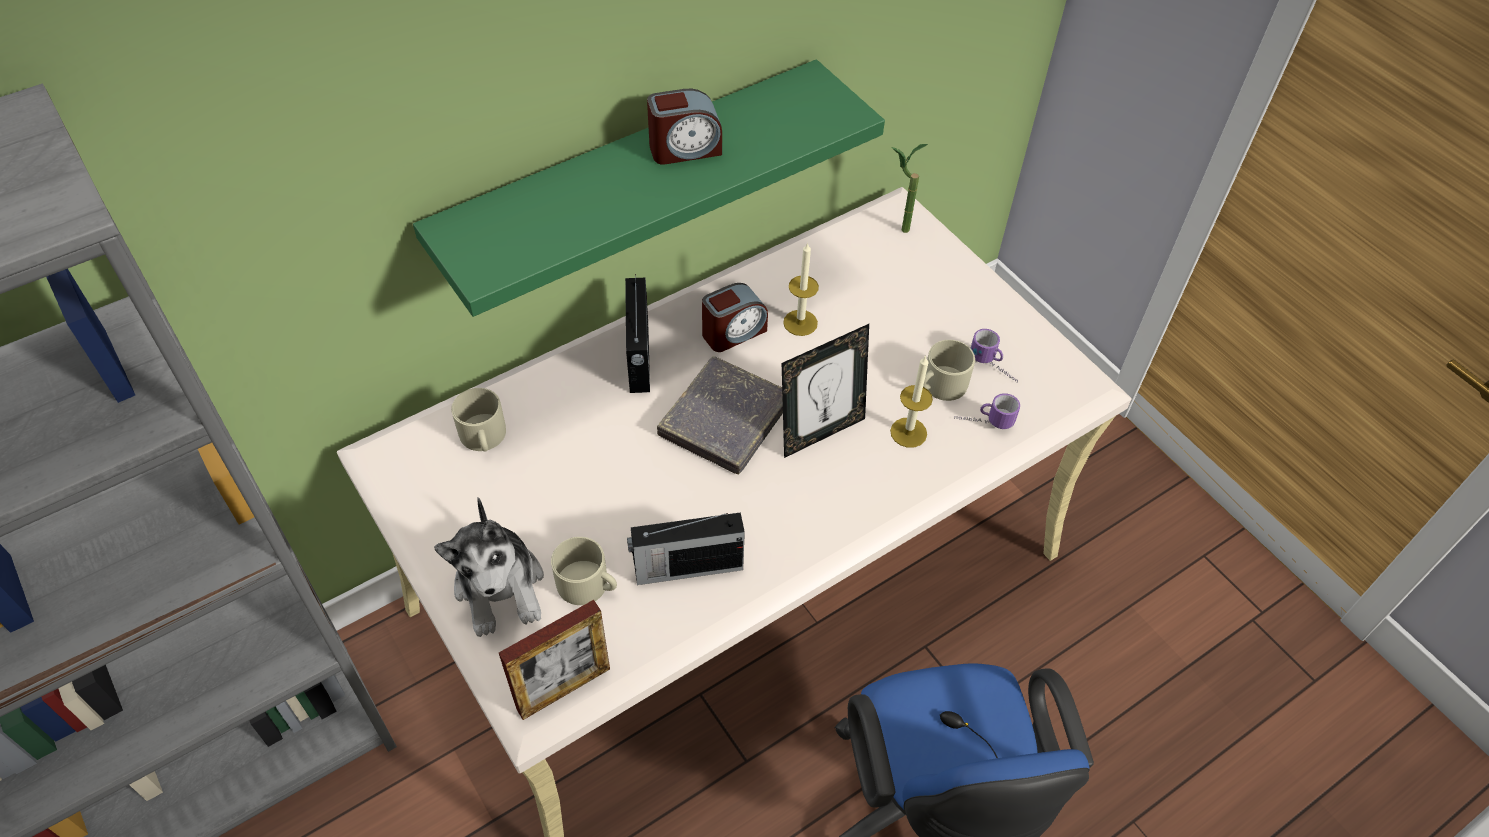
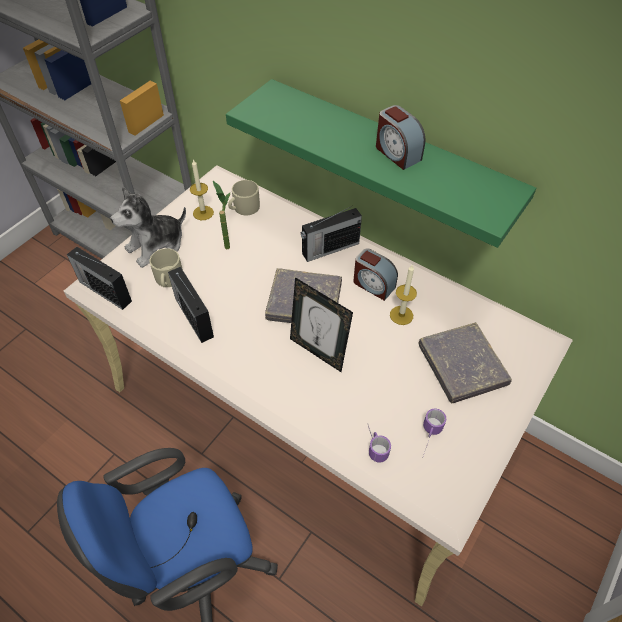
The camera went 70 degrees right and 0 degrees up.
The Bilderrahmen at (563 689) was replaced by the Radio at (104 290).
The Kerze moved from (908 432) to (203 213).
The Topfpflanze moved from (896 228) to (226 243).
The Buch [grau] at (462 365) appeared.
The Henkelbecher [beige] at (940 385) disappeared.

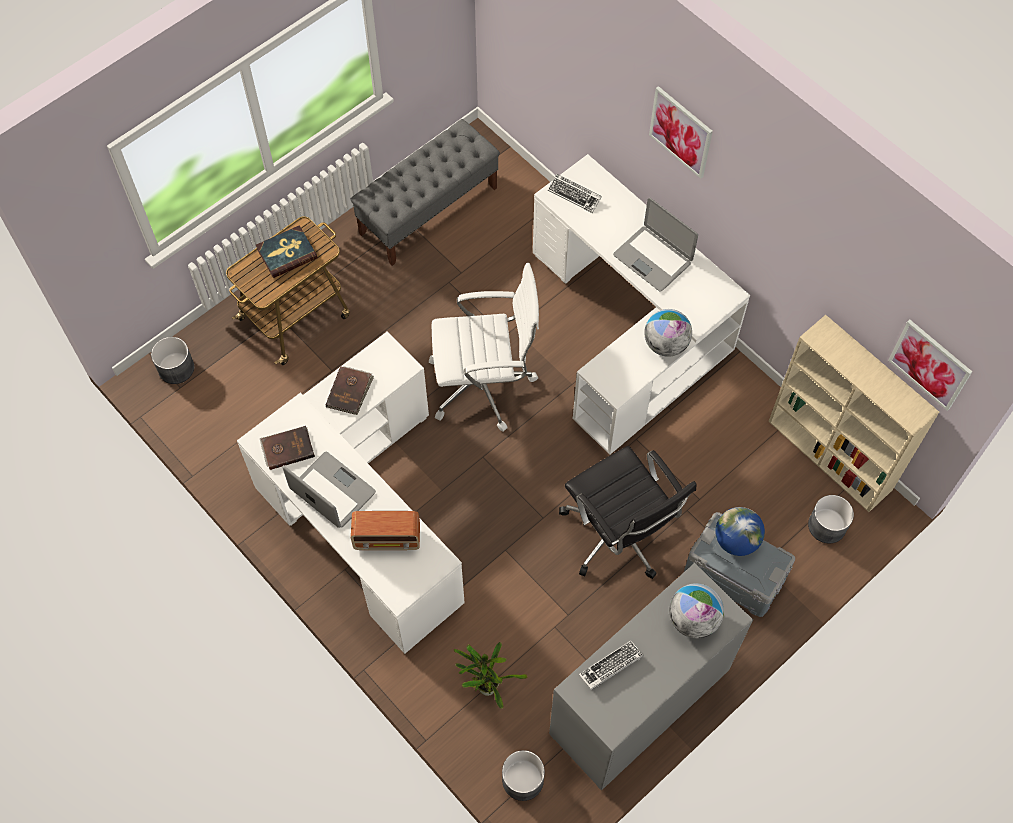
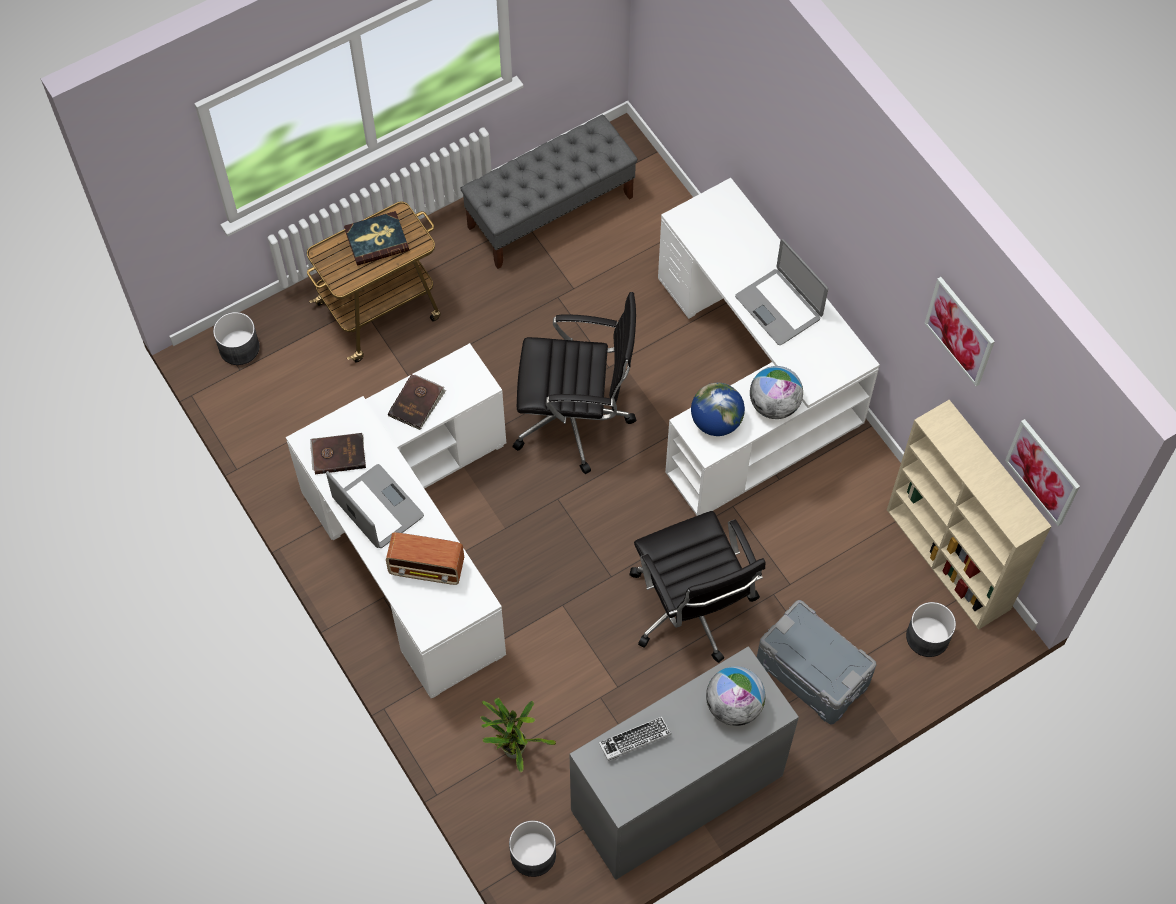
The camera went 10 degrees right and 0 degrees up.
The Bürostuhl [weiß] at (484 384) became the Bürostuhl [schwarz] at (575 418).
The Globus moved from (736 540) to (716 421).
The Bild moved from (681 132) to (960 331).
The Tastatur at (574 195) disappeared.

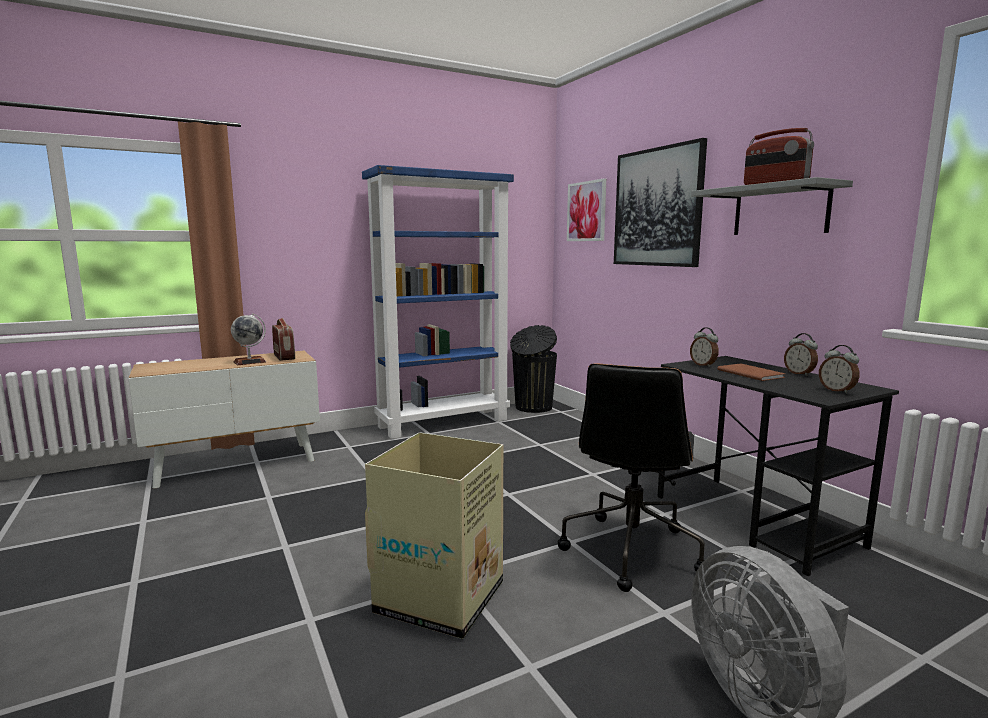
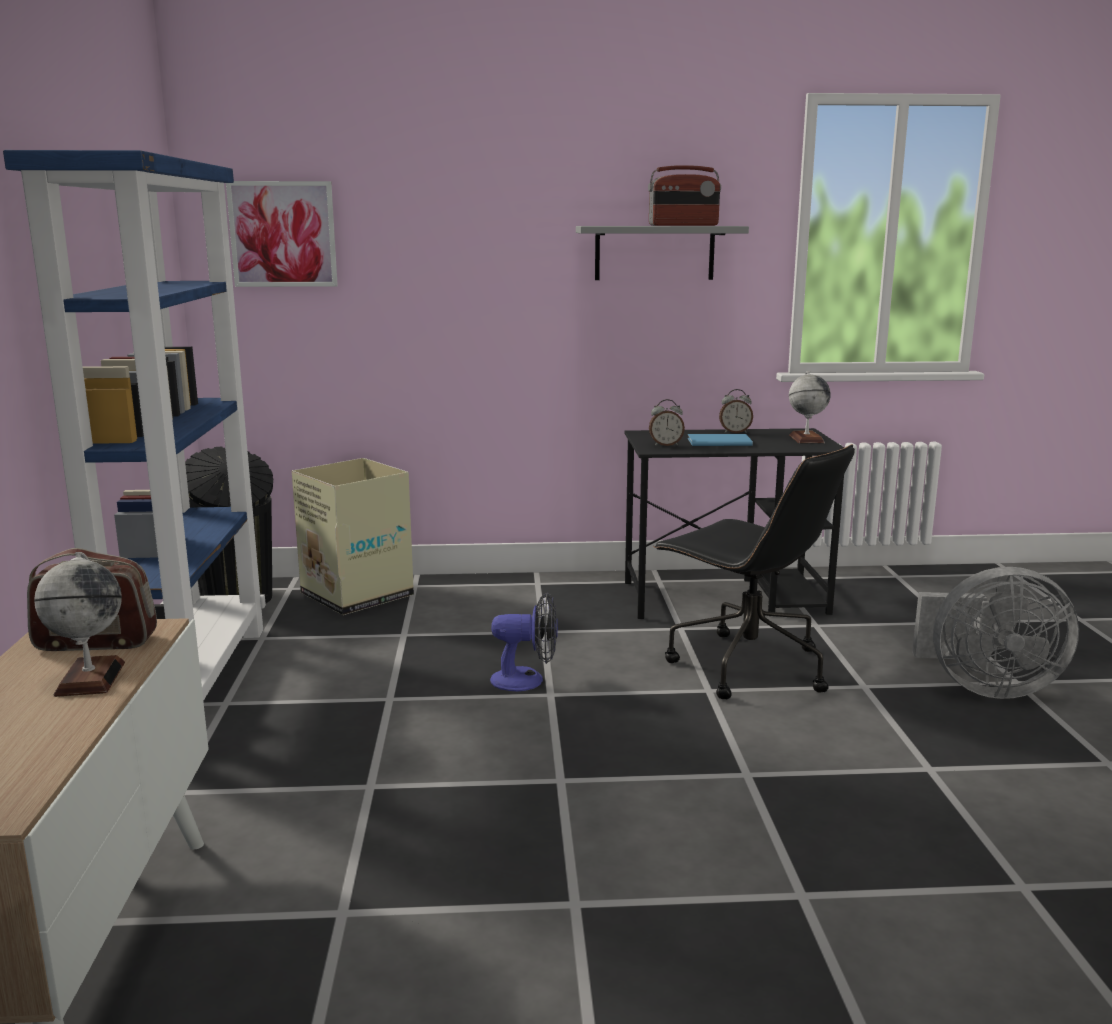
The camera went 65 degrees left and 5 degrees up.
The Karton moved from (441 597) to (356 594).
The Ventilator at (527 680) appeared.
The Buch [braun] at (750 373) became the Buch [blau] at (717 441).
The Wecker at (837 391) was replaced by the Globus at (806 439).
The Bild at (657 207) disappeared.

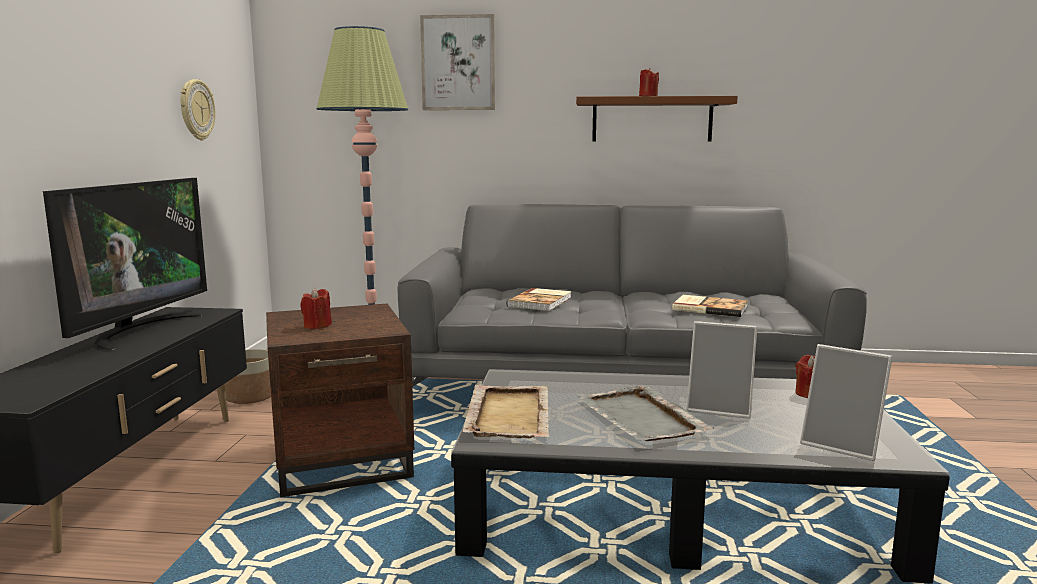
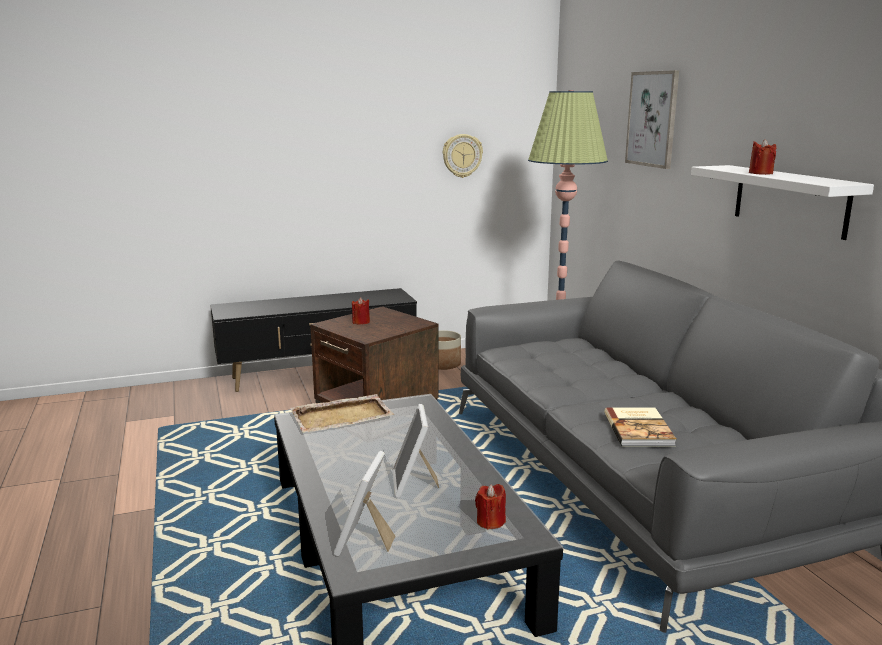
The camera went 65 degrees right and 5 degrees up.
The Wandregal [braun] at (652 119) became the Wandregal [weiß] at (790 200).
The Fernseher at (138 330) disappeared.
The Buch at (541 302) disappeared.
The Tablett [grau] at (642 418) disappeared.

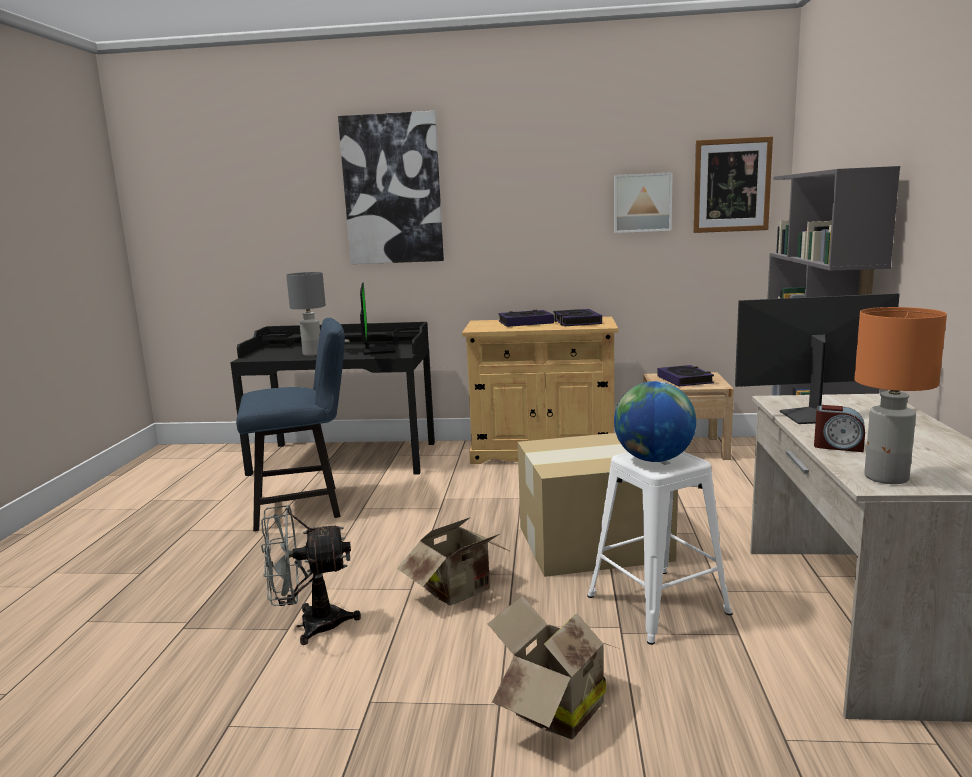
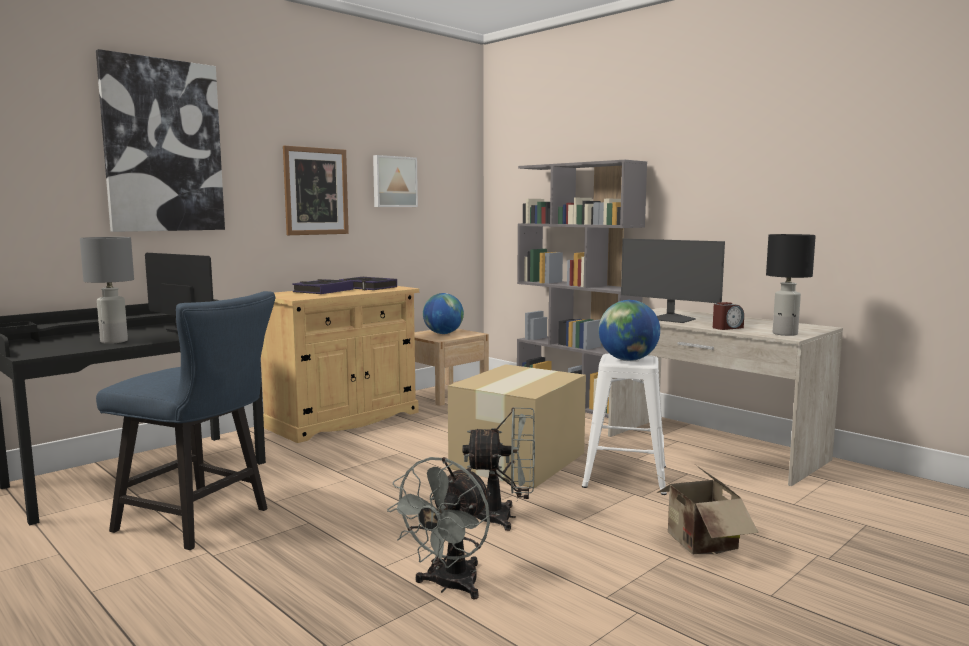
The camera went 50 degrees left and 5 degrees down.
The Stuhl [blau] at (305 506) turned 90 degrees clockwise.
The Bild moved from (732 185) to (316 191).
The Buch at (685 380) was replaced by the Globus at (443 333).
The Karton at (461 591) was replaced by the Ventilator [grau] at (504 517).
The Monitor at (815 416) turned 90 degrees counterclockwise.
The Tischlampe [orange] at (887 478) became the Tischlampe [schwarz] at (785 334).

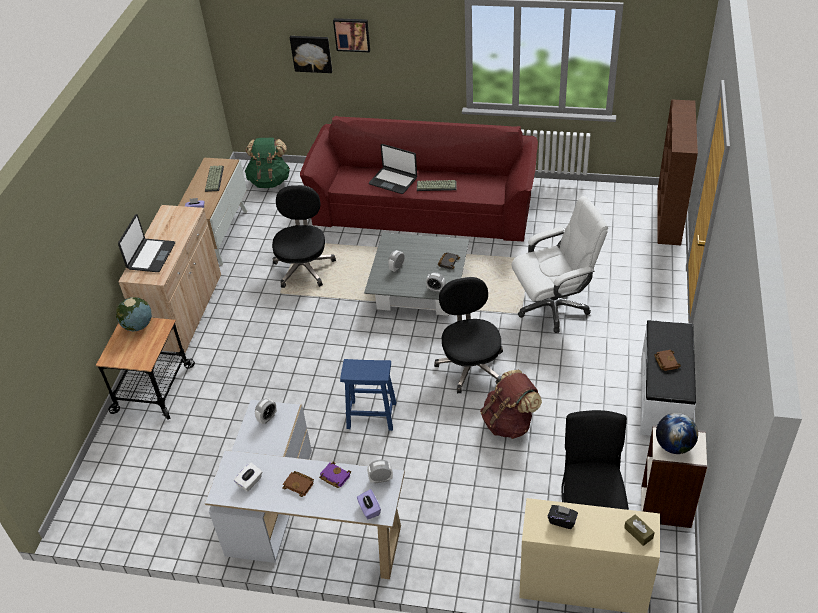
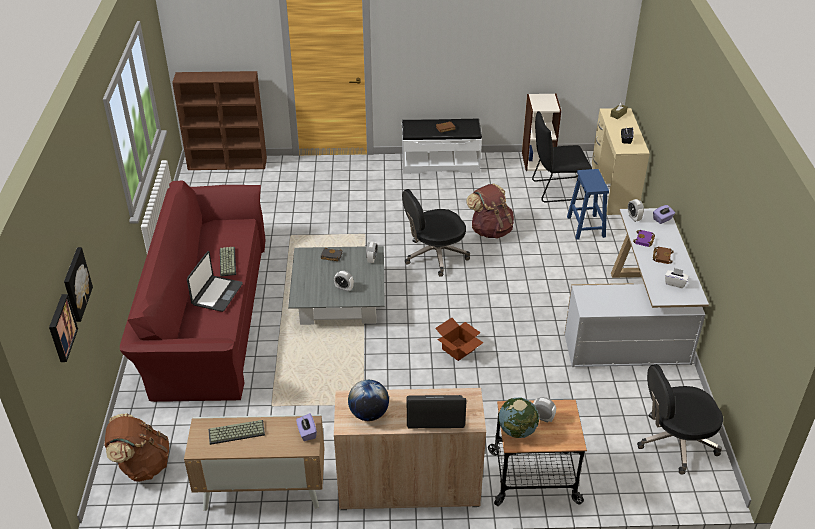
The camera went 105 degrees left and 5 degrees down.
The Bild moved from (352 34) to (61 328).
The Rucksack [grün] at (270 180) became the Rucksack [braun] at (142 465).
The Globus moved from (674 446) to (369 414).
The Karton at (458 350) appeared.
The Wecker moved from (267 418) to (542 418).
The Hocker [blau] moved from (372 415) to (585 226).
The Bürostuhl [schwarz] moved from (304 267) to (675 442).
The Bürostuhl [weiß] at (554 307) disappeared.

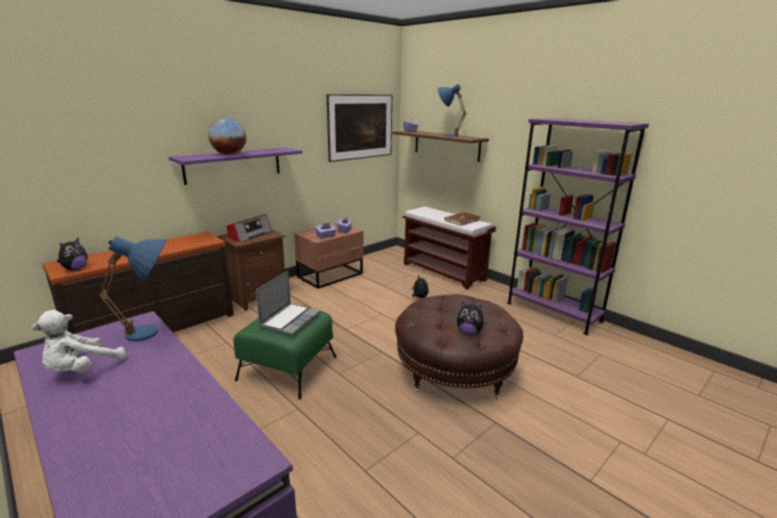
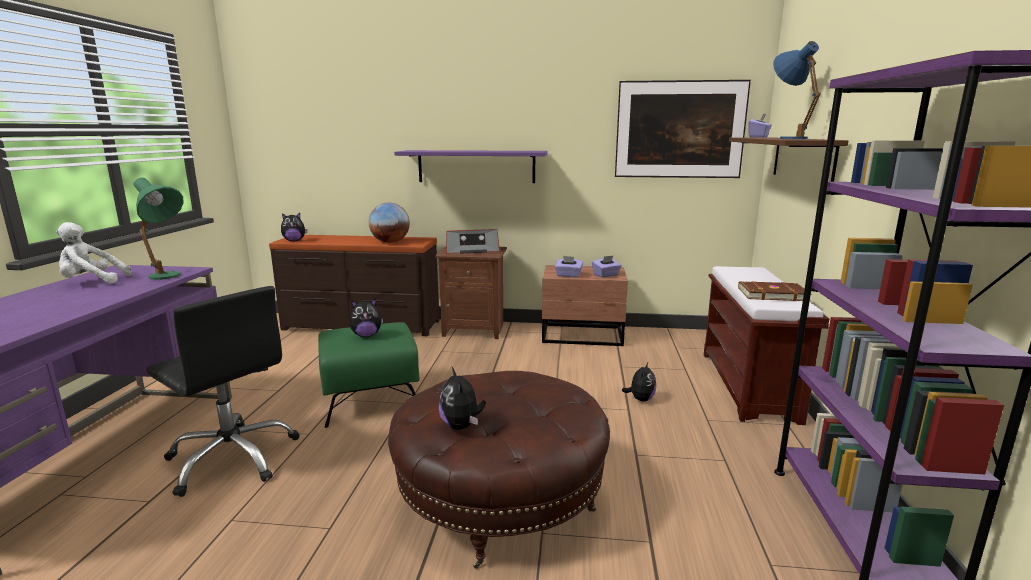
The camera went 50 degrees right and 5 degrees down.
The Tischlampe [blau] at (154 333) became the Tischlampe [grün] at (168 278).
The Bürostuhl [schwarz] at (233 458) appeared.
The Laptop at (290 320) was replaced by the Plüschtier at (366 335).
The Globus moved from (229 154) to (390 242).

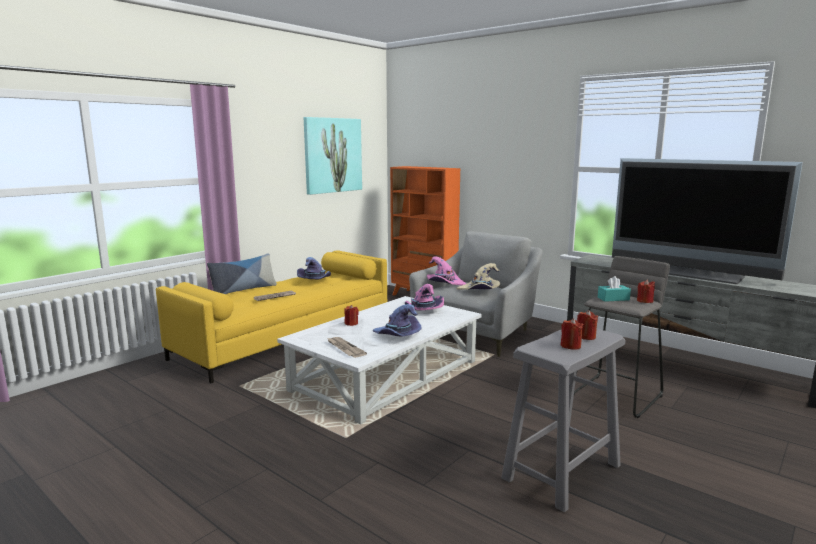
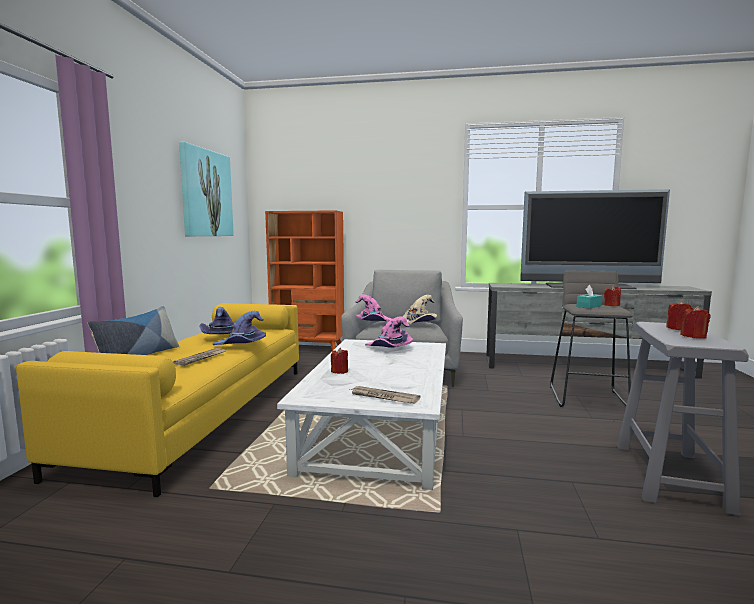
The camera went 30 degrees left and 5 degrees down.
The Hut [lila] moved from (397 336) to (241 345).

